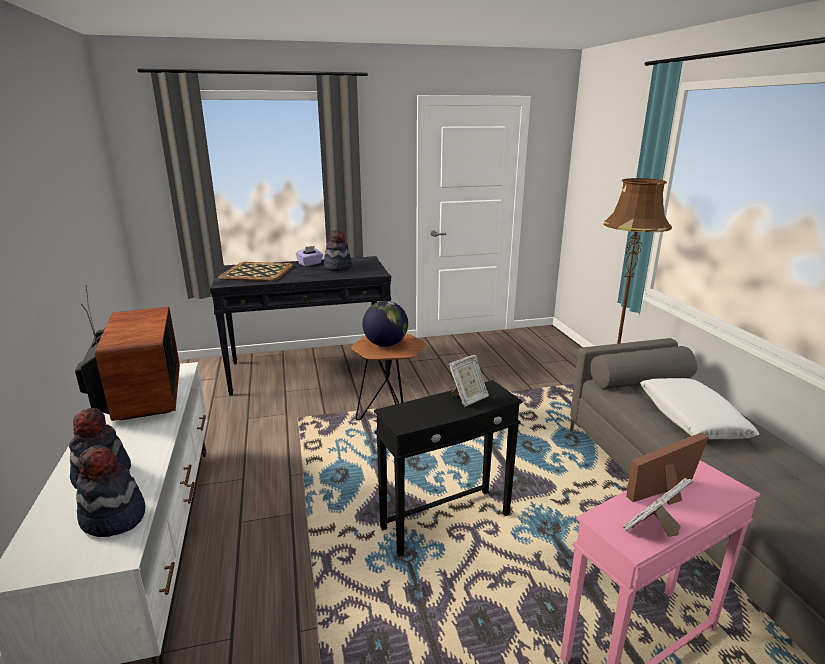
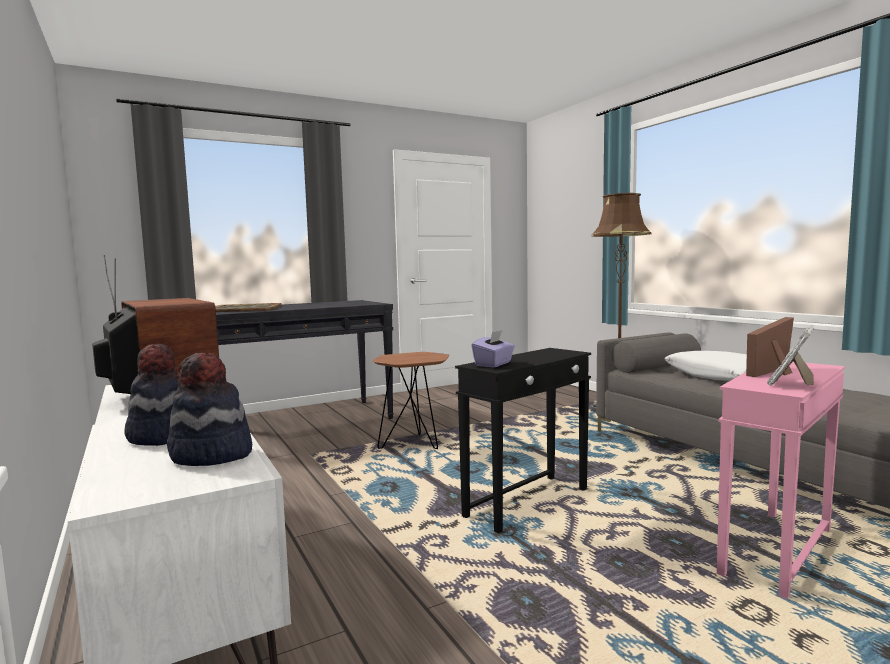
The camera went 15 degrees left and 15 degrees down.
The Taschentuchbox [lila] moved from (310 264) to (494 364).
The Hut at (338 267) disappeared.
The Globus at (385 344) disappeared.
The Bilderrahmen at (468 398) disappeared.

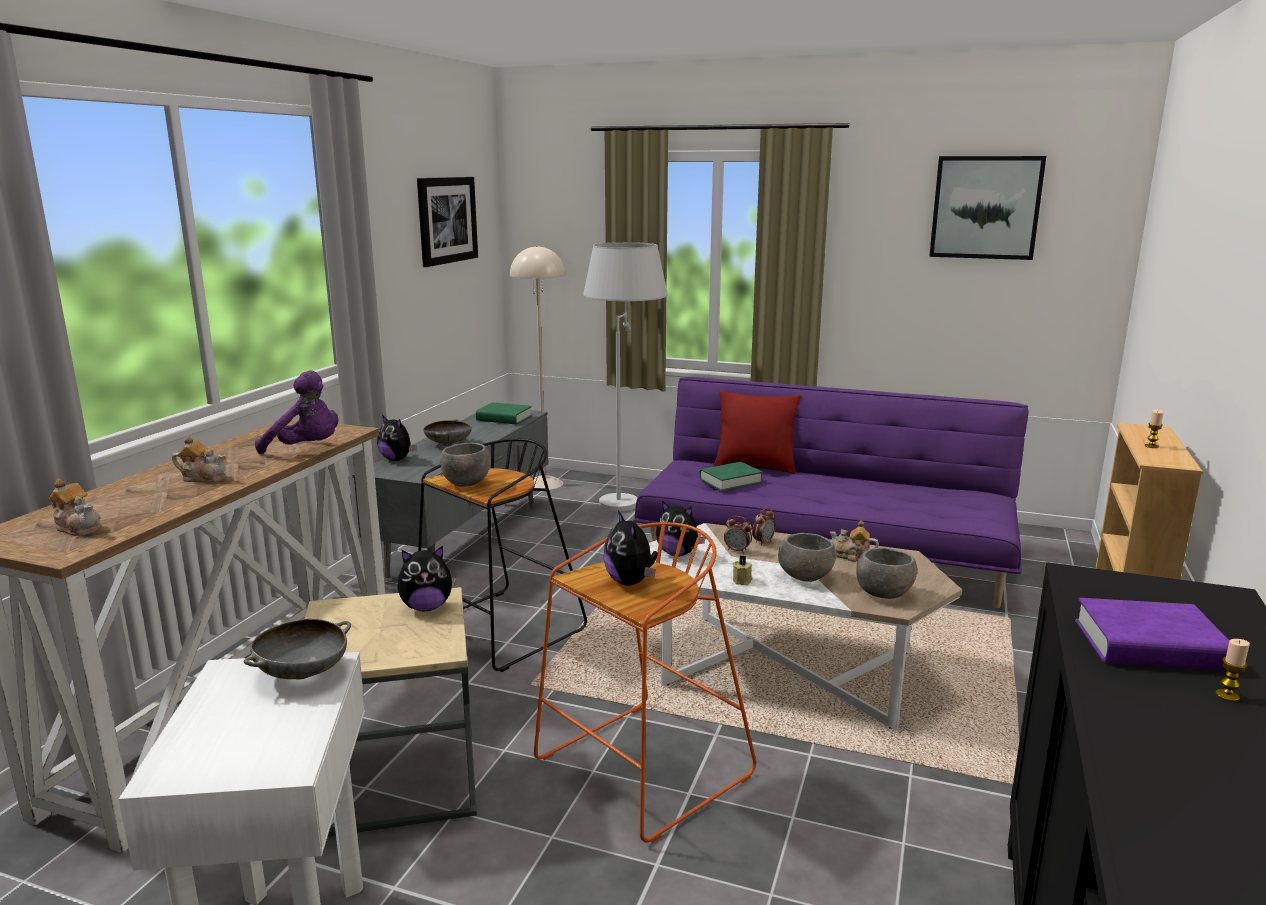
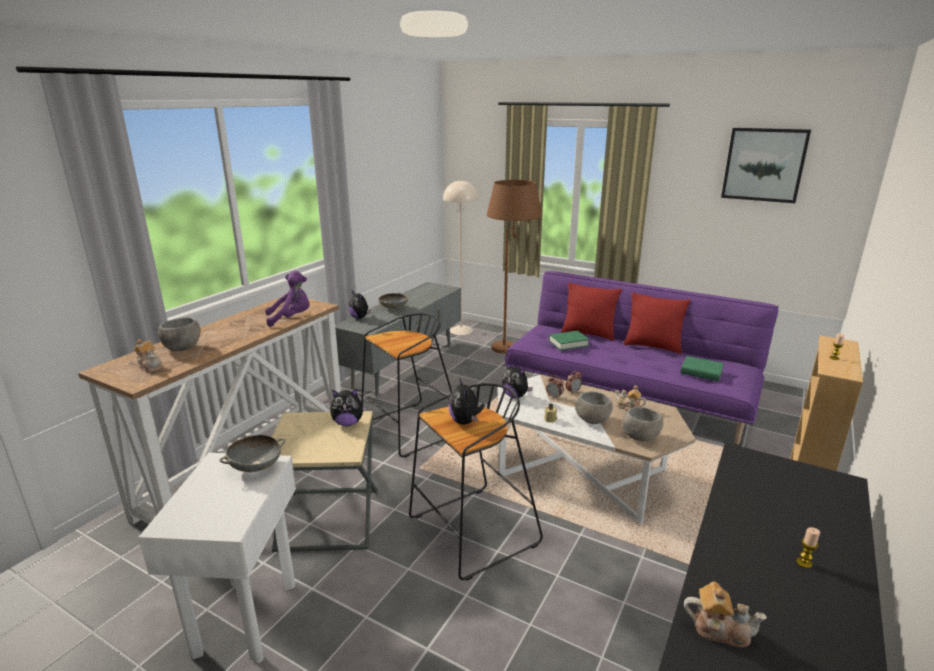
The camera went 10 degrees right and 5 degrees up.
The Schüssel [grau] moved from (466 484) to (182 348).
The Plüschtier [lila] at (306 449) turned 45 degrees counterclockwise.
The Hocker [orange] at (642 771) became the Hocker [schwarz] at (472 533).
The Stehlampe [weiß] at (625 497) became the Stehlampe [braun] at (510 343).
The Kissen [rot] at (653 346) appeared.
The Buch [grün] moved from (504 418) to (701 372).
The Teekanne moved from (203 478) to (719 629).
The Bild at (446 220) disappeared.
The Buch [lila] at (1148 646) disappeared.

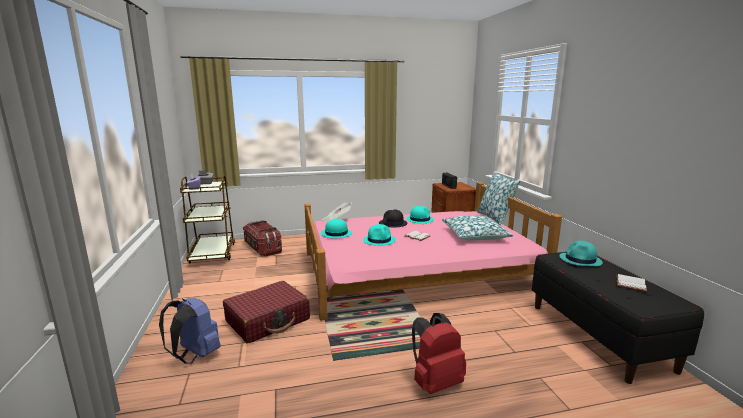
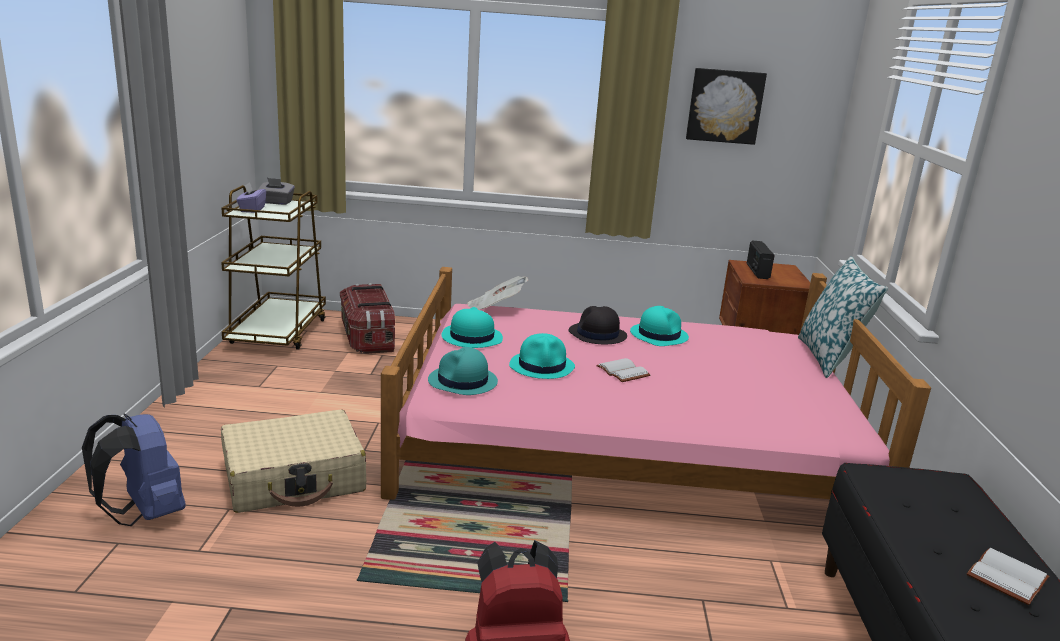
The camera went 15 degrees right and 5 degrees up.
The Koffer [rot] at (268 320) became the Koffer [beige] at (294 478).
The Hut [türkis] moved from (580 260) to (462 382).
The Bild at (724 106) appeared.
The Kissen at (475 235) disappeared.

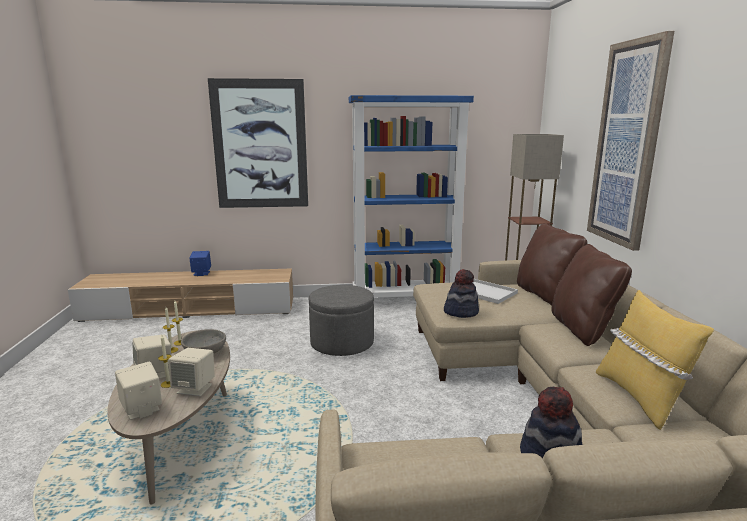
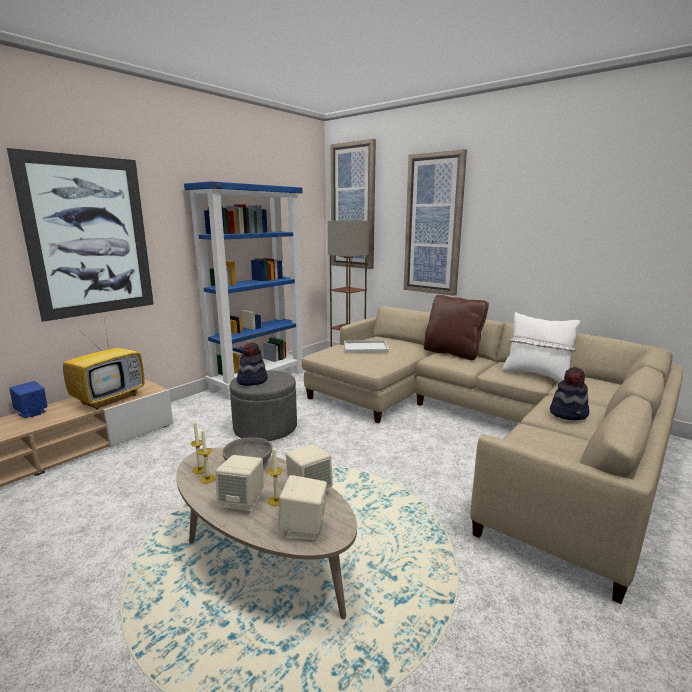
The camera went 45 degrees left and 0 degrees up.
The Fernseher at (110 399) appeared.
The Hut moved from (461 312) to (252 380).
The Bild at (353 206) appeared.
The Kissen [gelb] at (639 397) became the Kissen [weiß] at (536 375).
The Kissen [braun] at (545 295) disappeared.

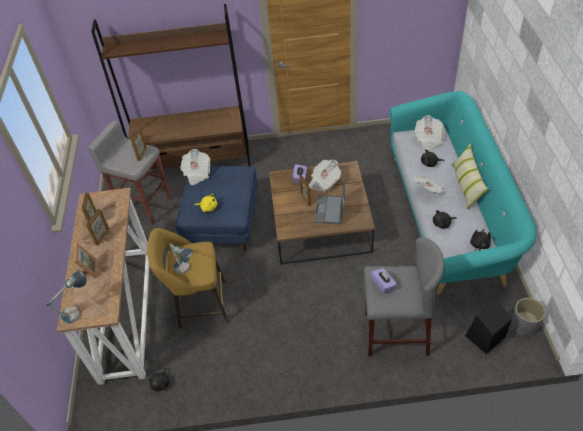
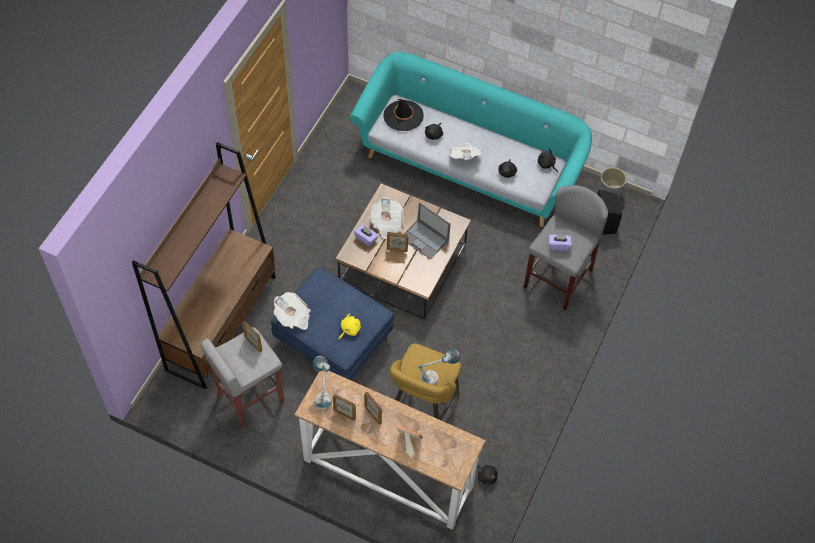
The camera went 65 degrees left and 10 degrees up.
The Tischlampe moved from (78 311) to (322 394).
The Zeitung at (428 139) was replaced by the Hut [schwarz] at (403 116).
The Kissen at (466 185) disappeared.

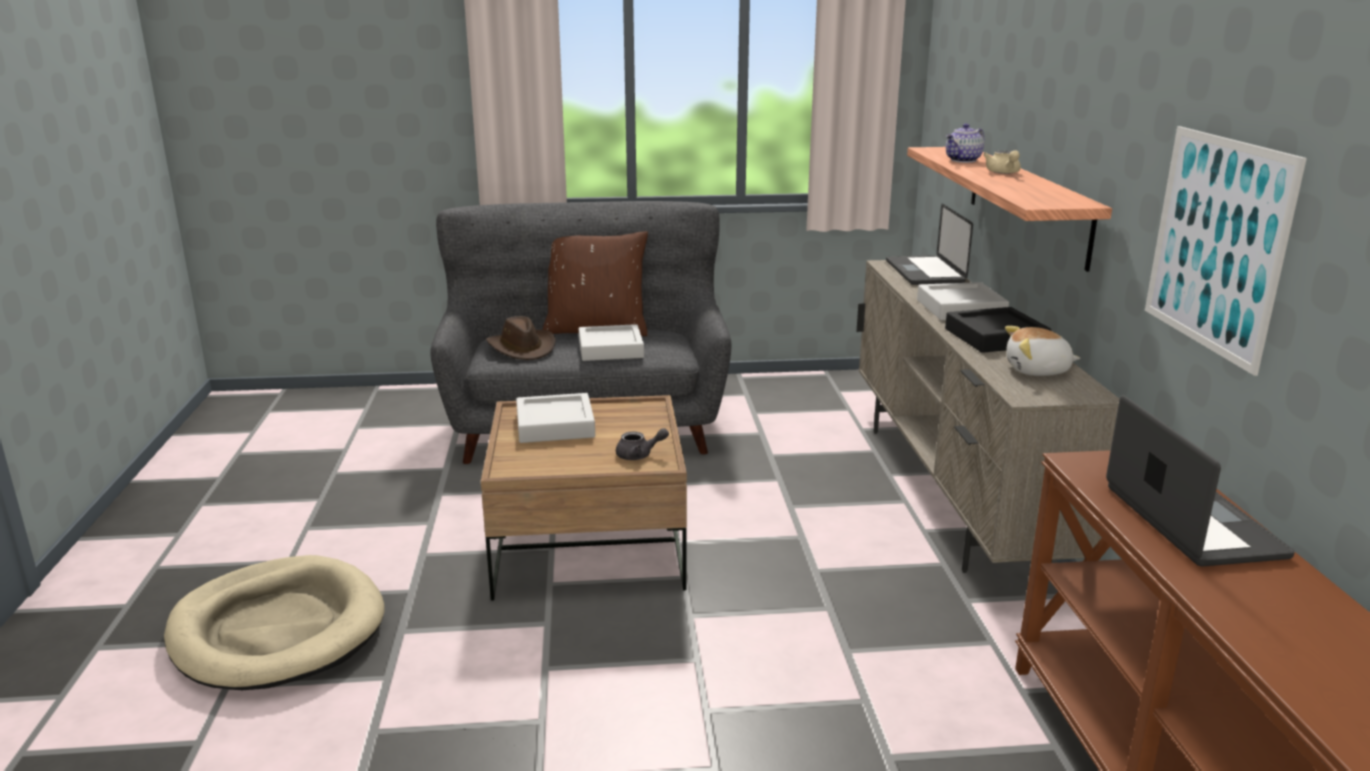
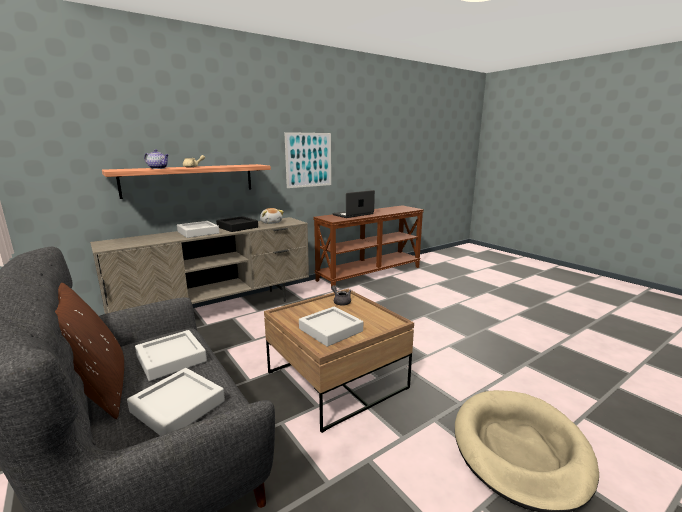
The camera went 120 degrees left and 5 degrees down.
The Hut [braun] at (522 348) was replaced by the Tablett [grau] at (178 406).
The Laptop at (924 272) disappeared.

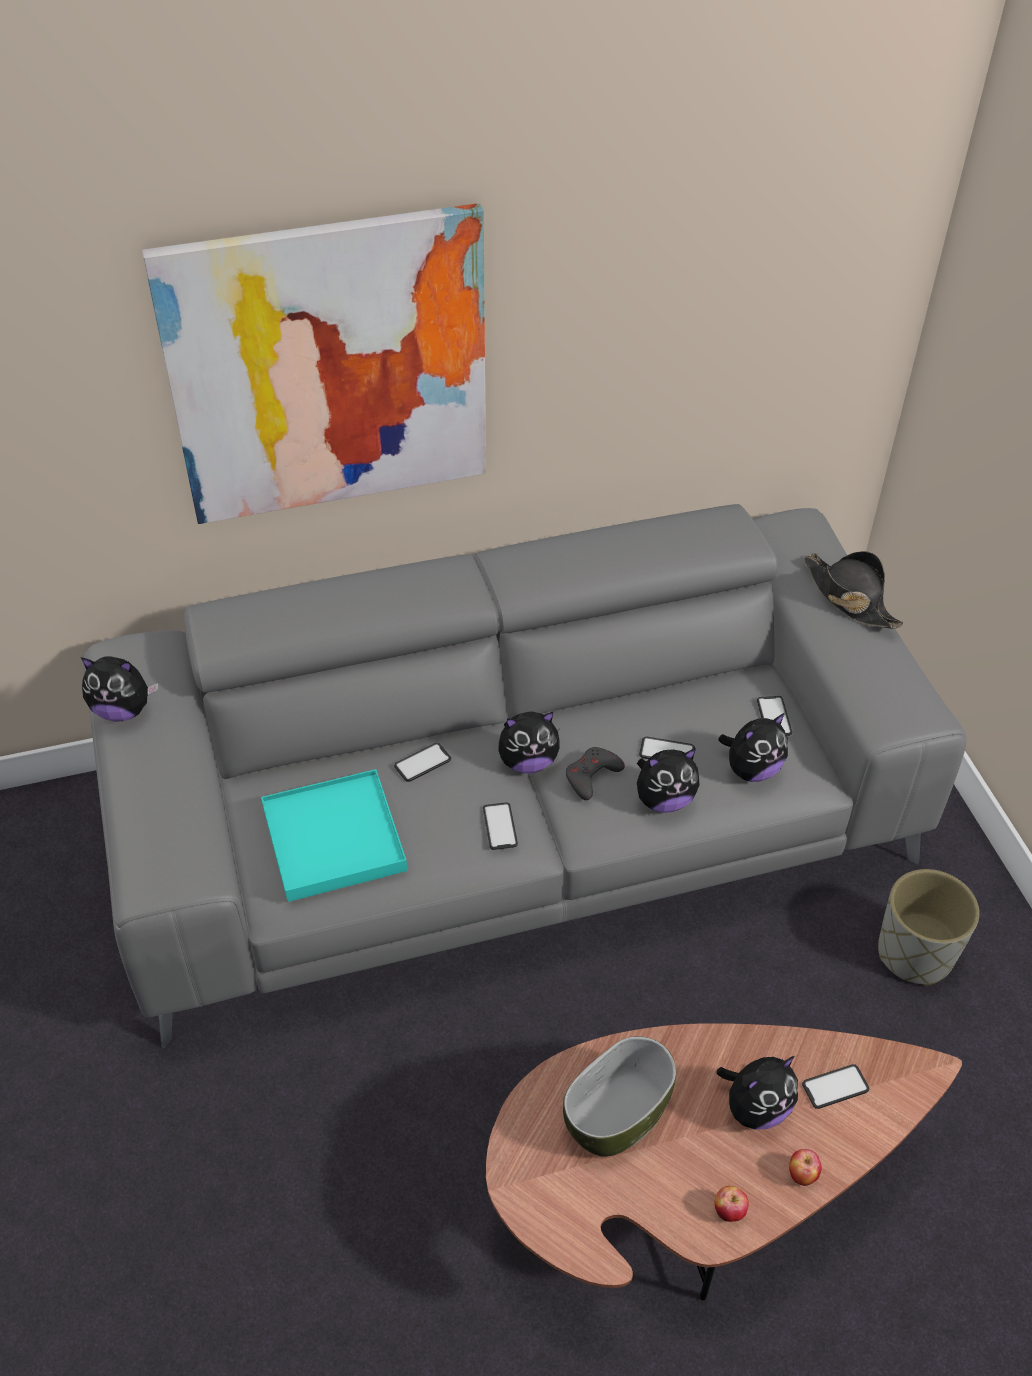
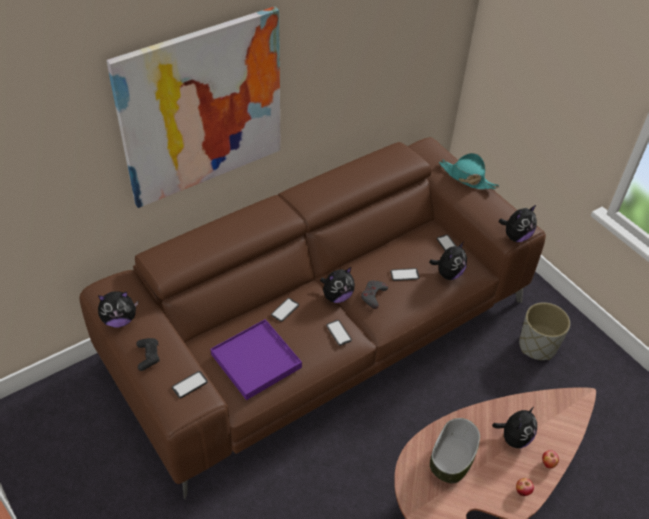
The camera went 20 degrees left and 0 degrees up.
The Sofa [grau] at (513 818) became the Sofa [braun] at (320 329).
The Gamepad [schwarz] at (148 356) appeared.
The Handy moved from (835 1087) to (189 385).
The Tablett [türkis] at (333 839) became the Tablett [lila] at (256 361).
The Hut [schwarz] at (849 597) became the Hut [türkis] at (467 178).
The Plüschtier moved from (664 799) to (516 236).

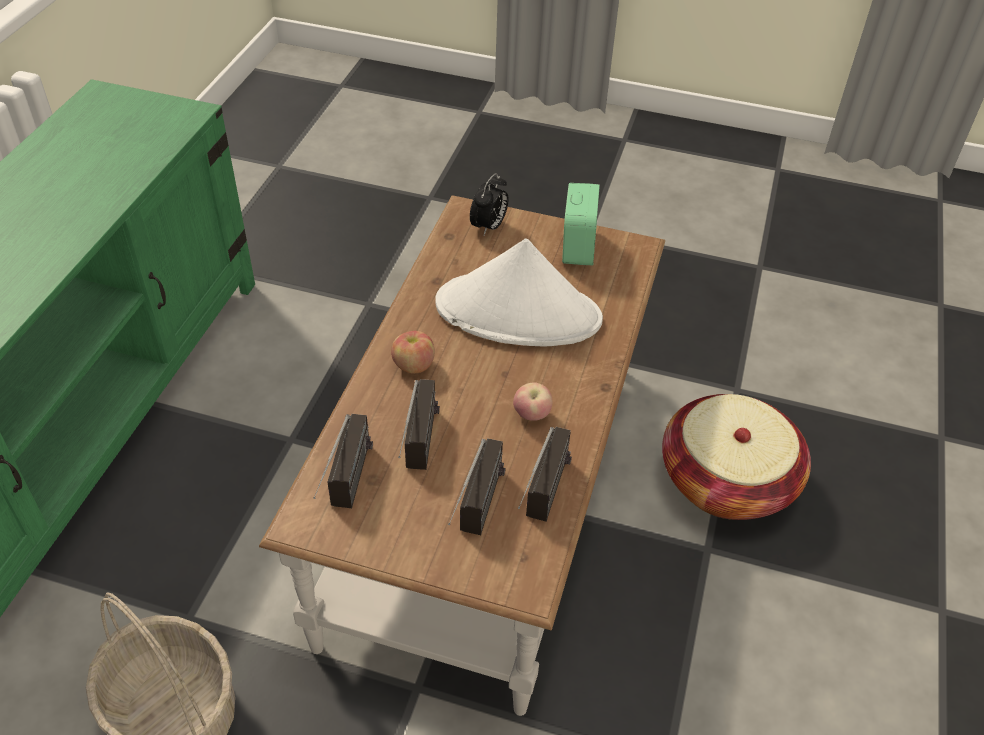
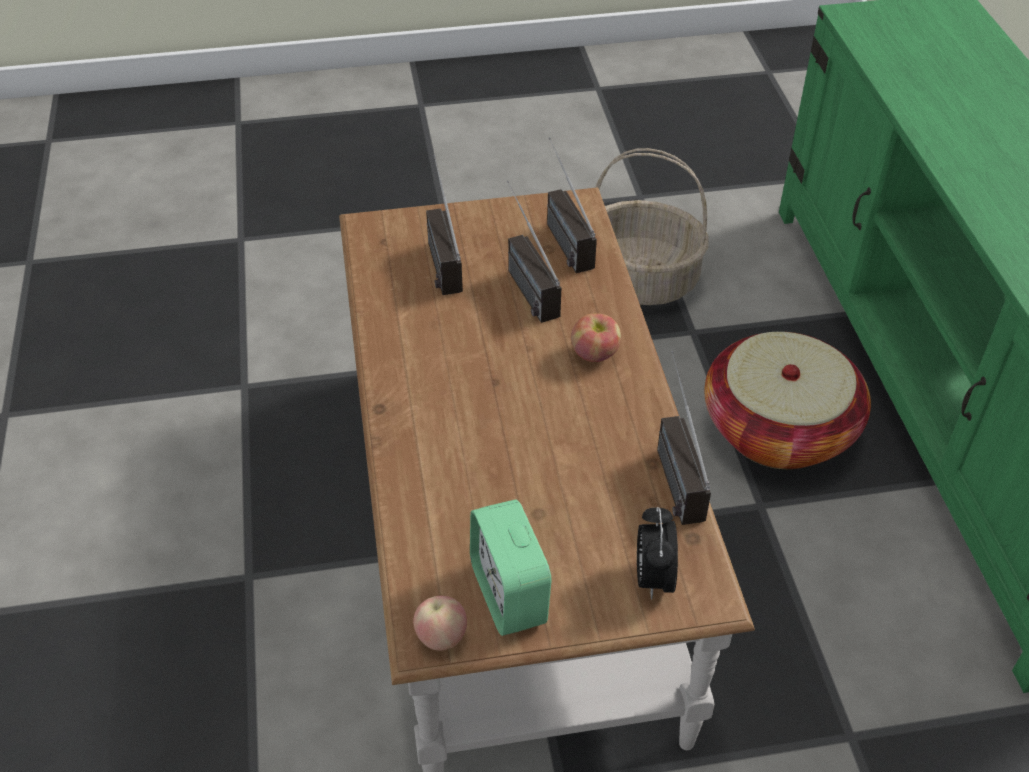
The camera went 155 degrees right and 0 degrees up.
The Apfel moved from (531 415) to (441 637).
The Radio moved from (543 504) to (670 465).
The Korb moved from (726 480) to (778 429).
The Hut [weiß] at (519 312) disappeared.

